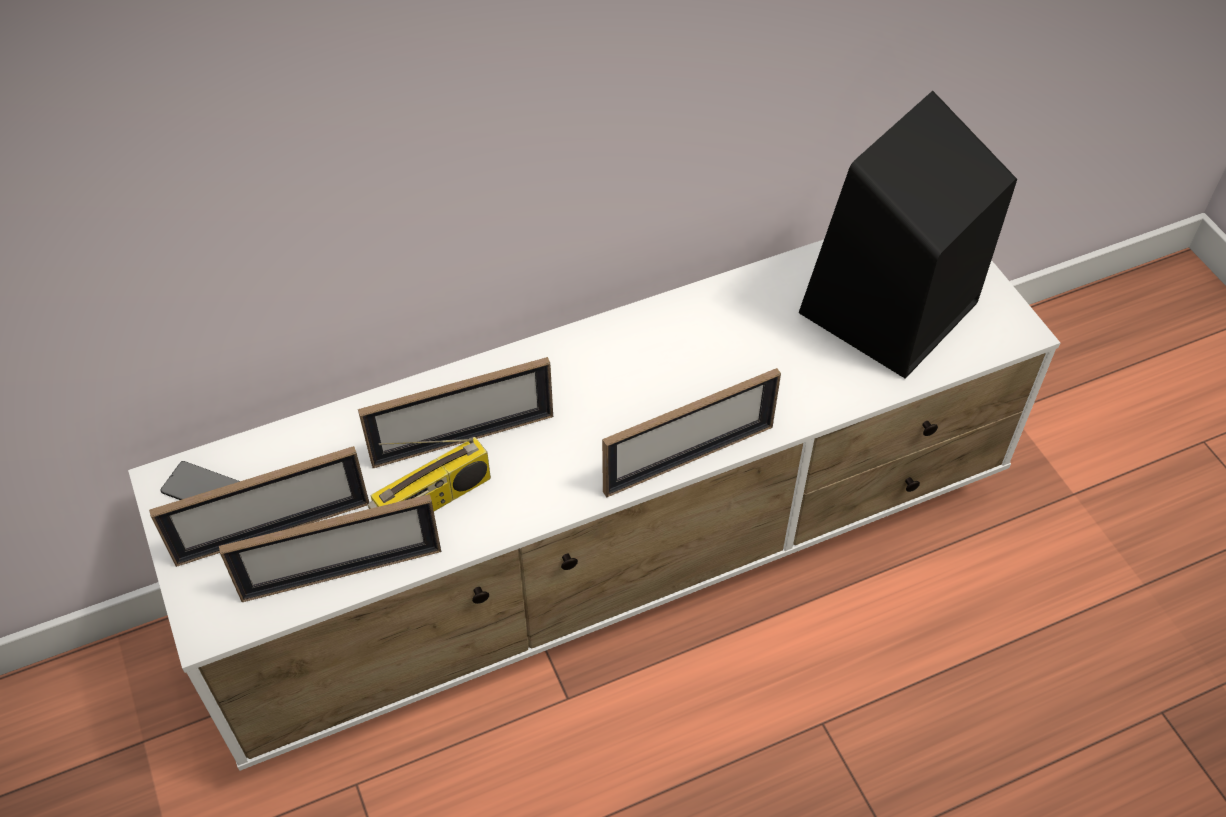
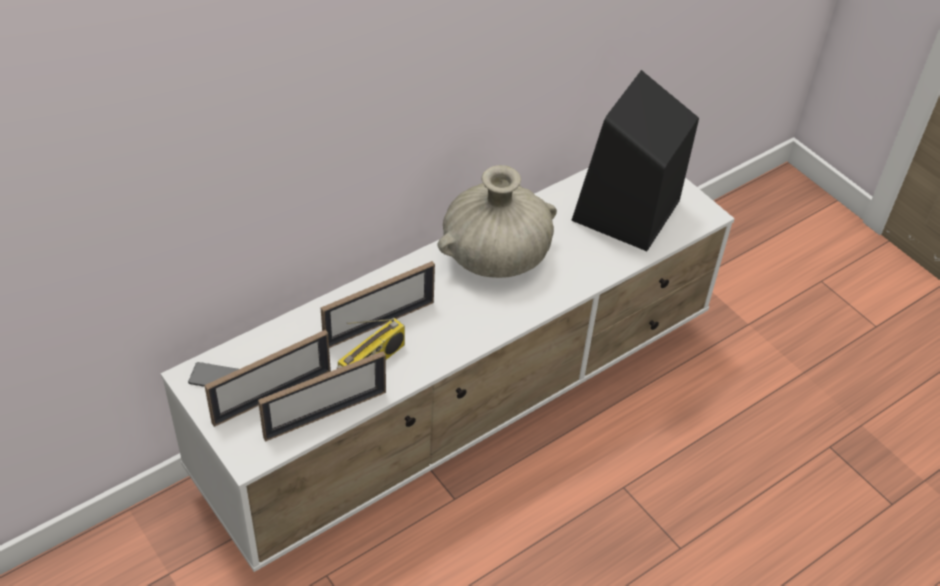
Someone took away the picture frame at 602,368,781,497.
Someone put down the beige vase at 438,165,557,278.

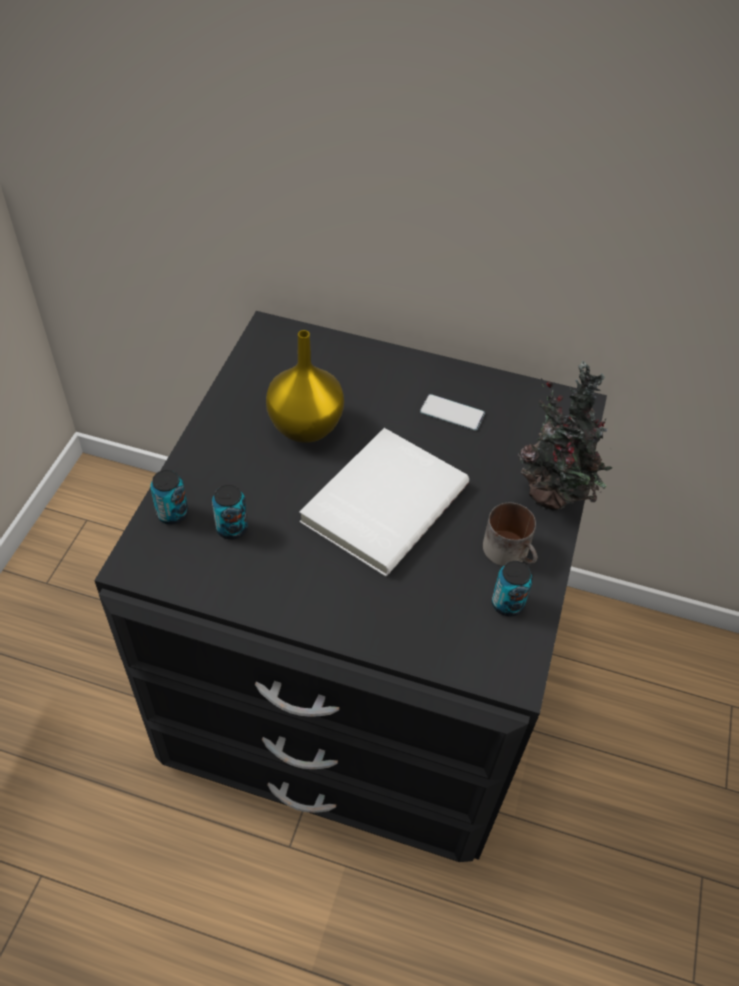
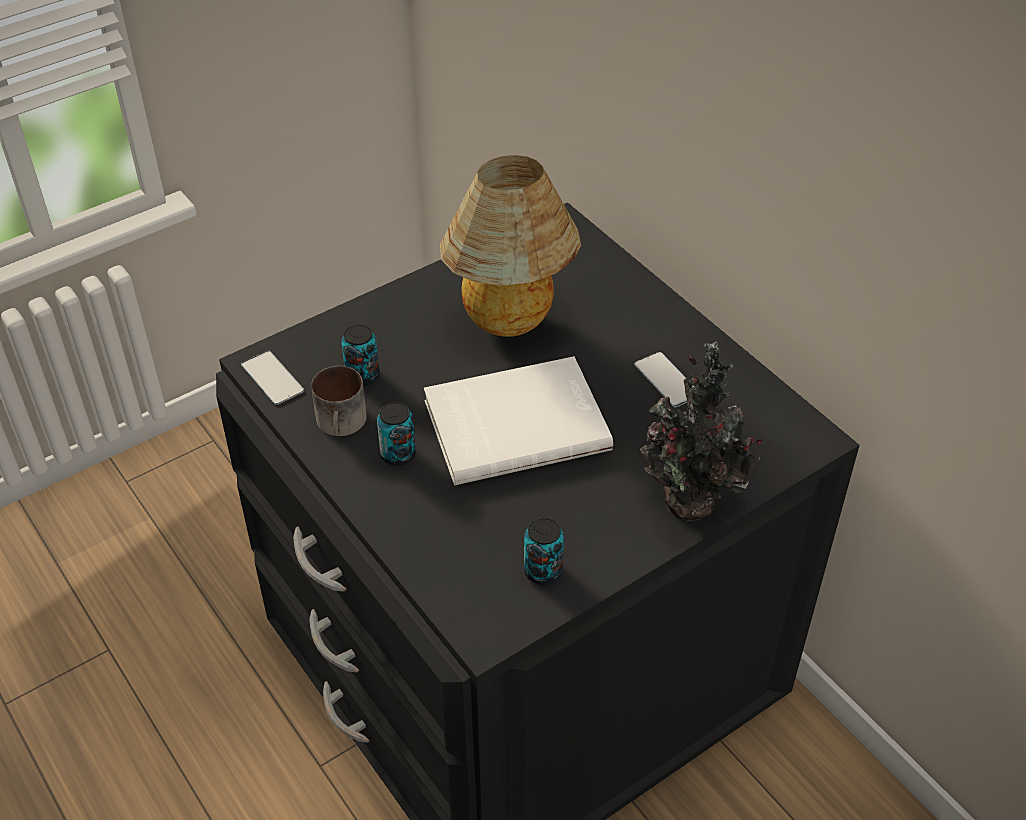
Someone swapped the yellow vase at 266,330,344,443 for the table lamp at 440,155,581,337.
Someone carried the can from 150,470,188,525 to 377,402,416,466.
Someone carried the mug from 483,503,538,566 to 311,366,367,436.
Someone put down the phone at 241,351,304,405.

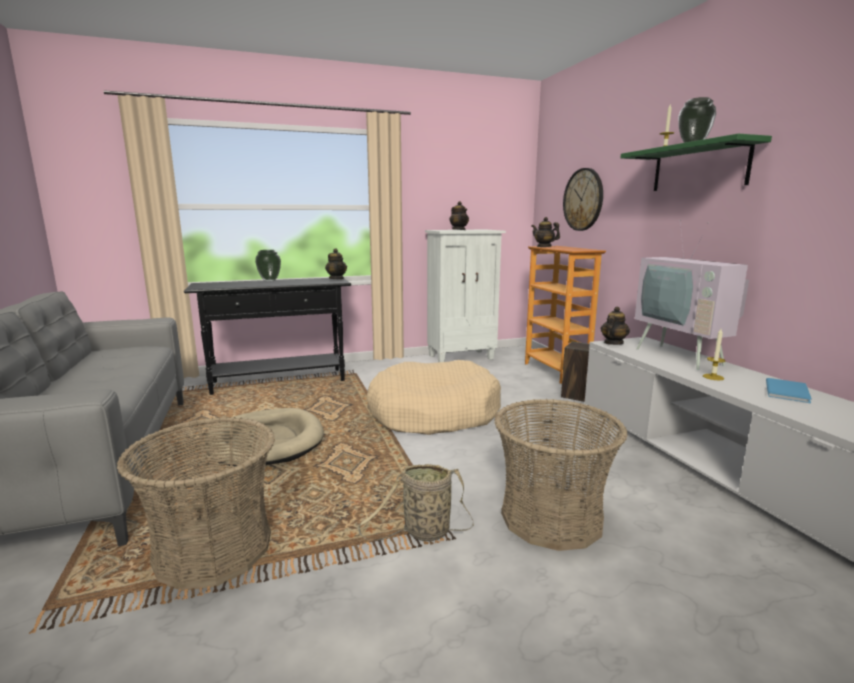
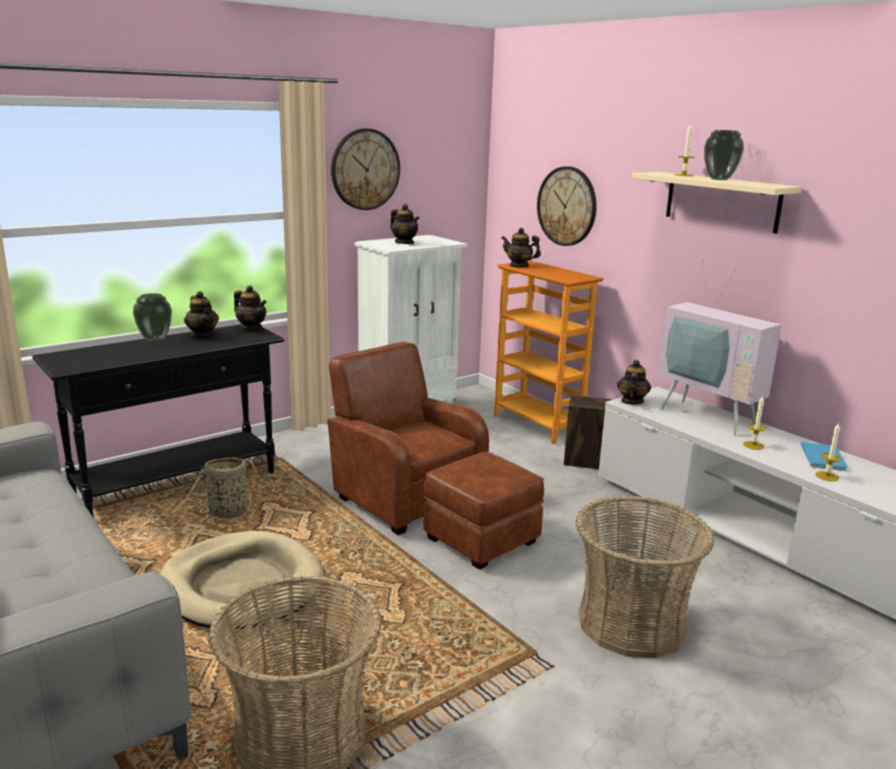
Someone repainted the green shelf at 620,134,772,191, which became the beige shelf at 632,172,802,233.
Someone swapped the beige dog bed at 367,360,501,435 for the brown armchair at 328,342,544,570.
Someone carried the basket from 357,464,474,541 to 169,457,267,524.
Someone put up the wall clock at 331,128,400,210.
Someone put down the teapot at 184,291,219,338.
Someone put down the candle at 815,422,841,481.

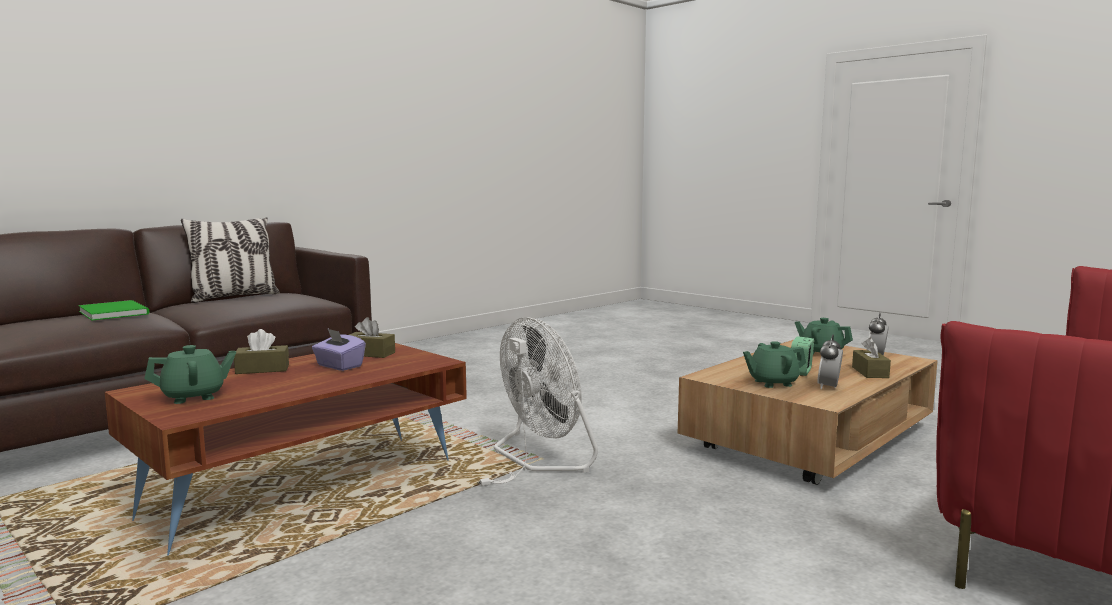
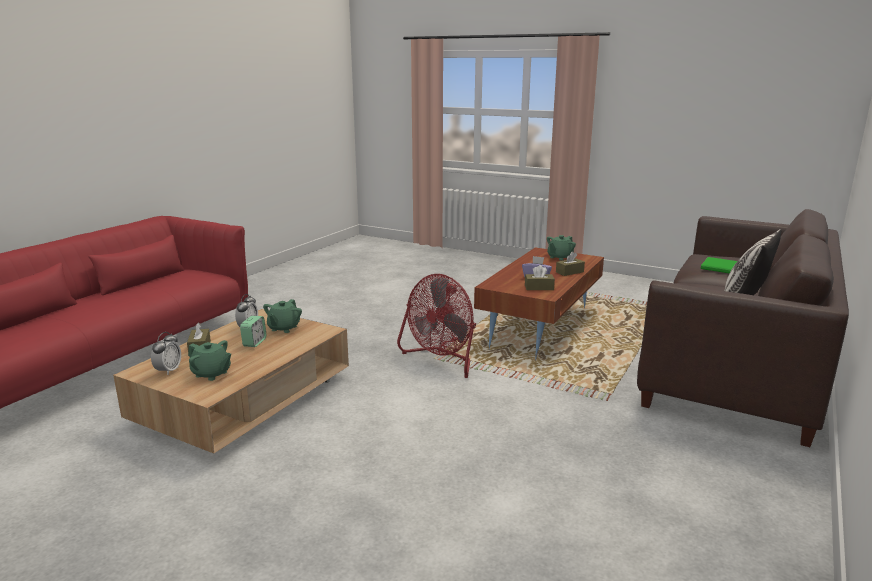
Someone repainted the white fan at 477,317,598,486, which became the red fan at 397,274,476,378.
Someone rotated the green teapot at 743,341,806,388 by 135 degrees clockwise.

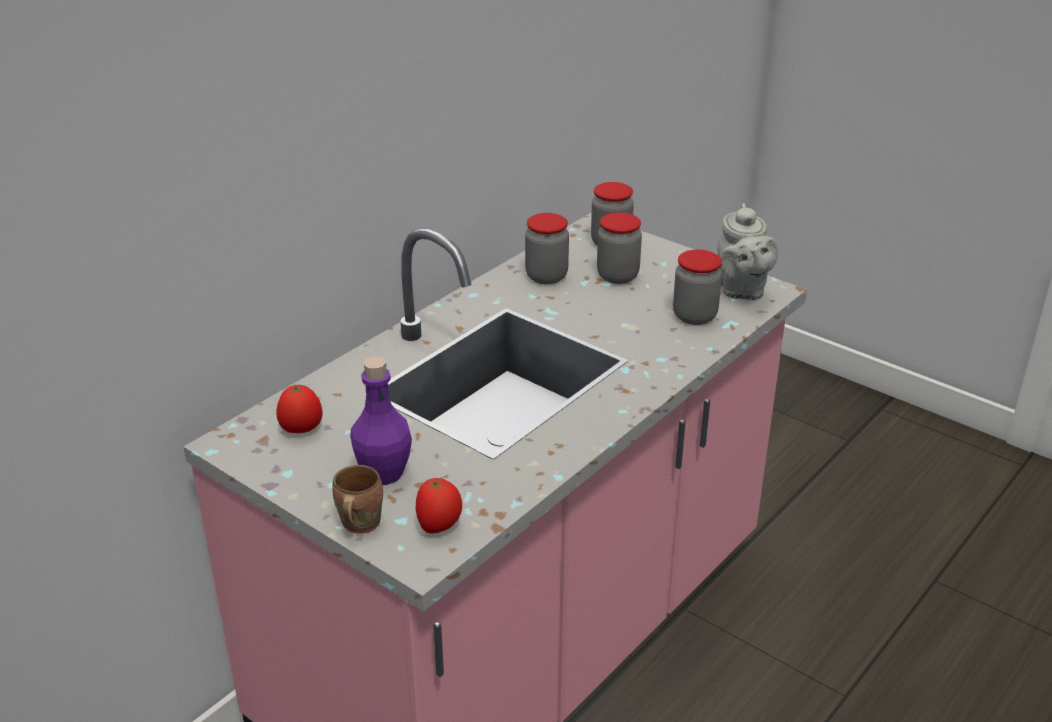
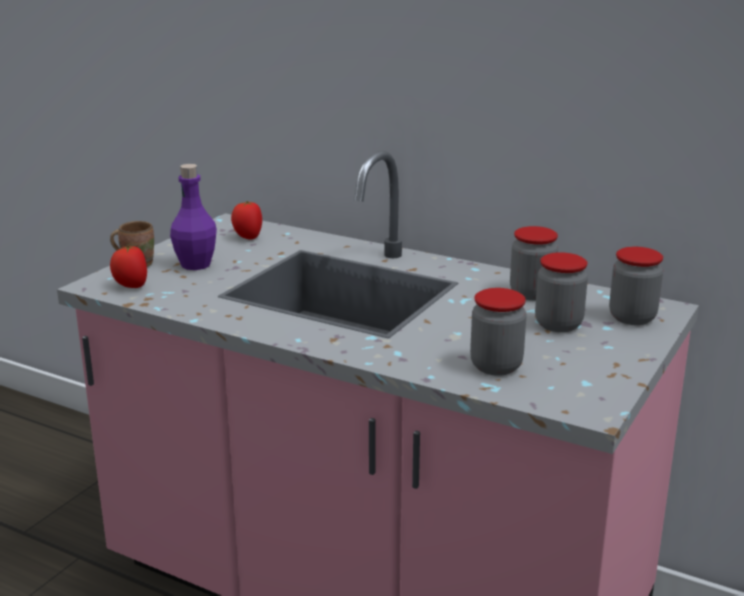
Someone took away the grey teapot at 717,203,778,300.

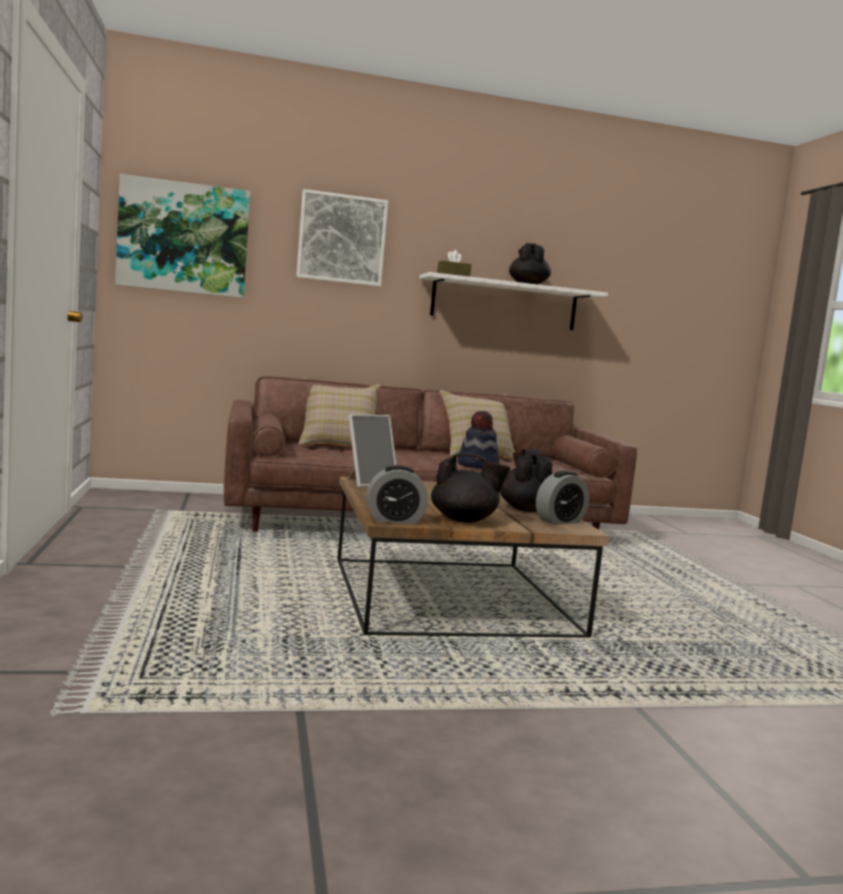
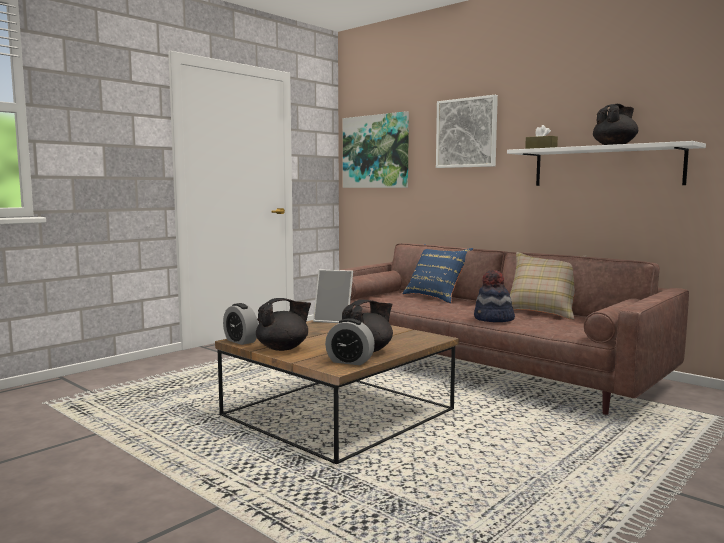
Someone repainted the beige pillow at 299,378,381,447, which became the blue pillow at 402,244,474,303.
Someone rotated the black teapot at 431,453,511,523 by 90 degrees counterclockwise.

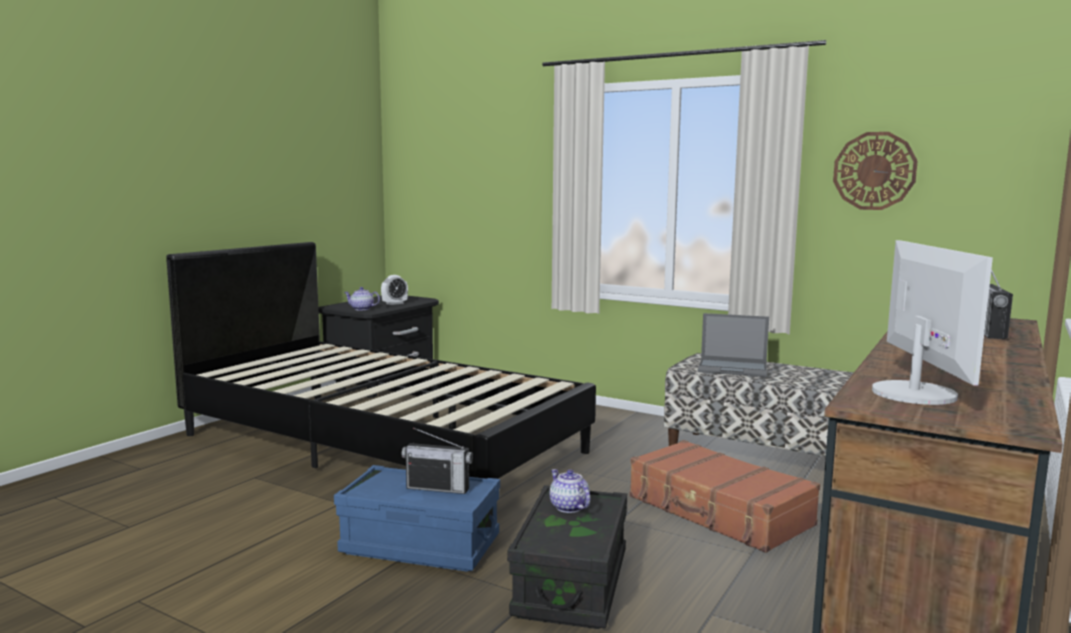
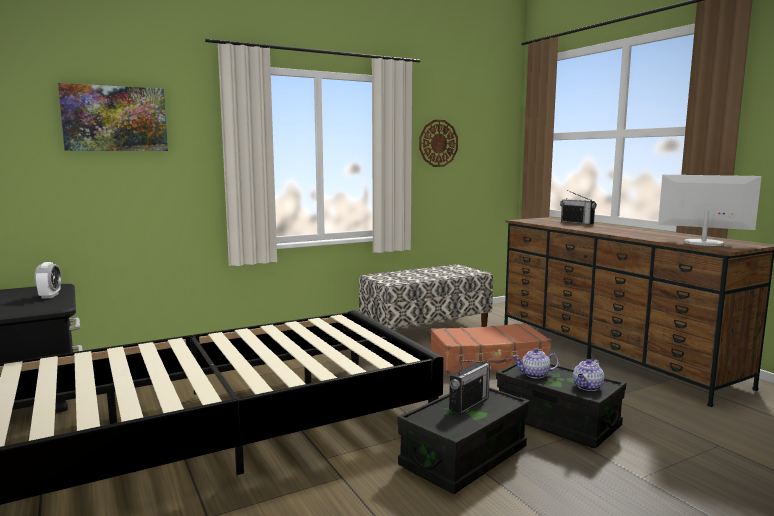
Someone carried the teapot from 344,287,380,310 to 573,359,604,391.
Someone took away the laptop at 698,313,769,377.
Someone repainted the blue storage box at 334,465,500,571, which became the black storage box at 397,387,530,494.
Someone put up the picture at 58,83,168,151.

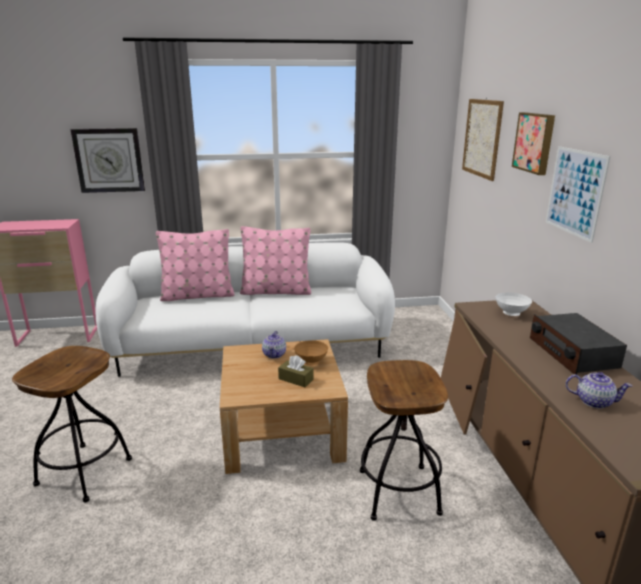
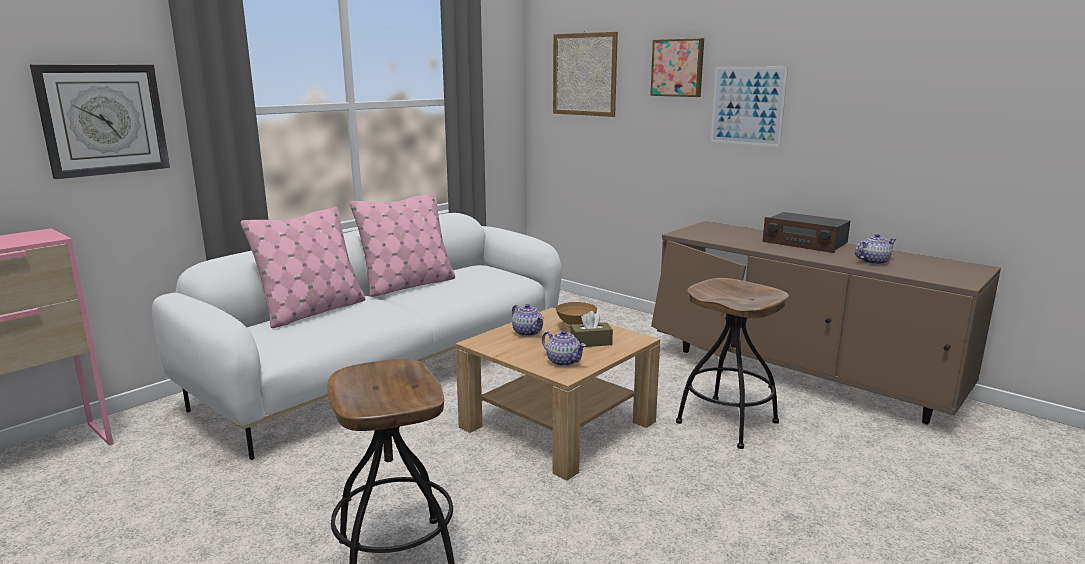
Someone took away the white bowl at 496,292,532,316.
Someone put down the teapot at 542,330,586,366.

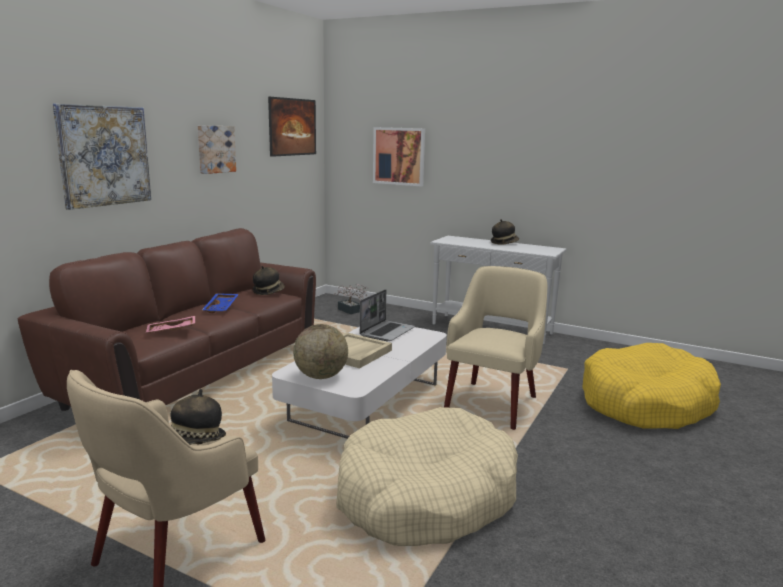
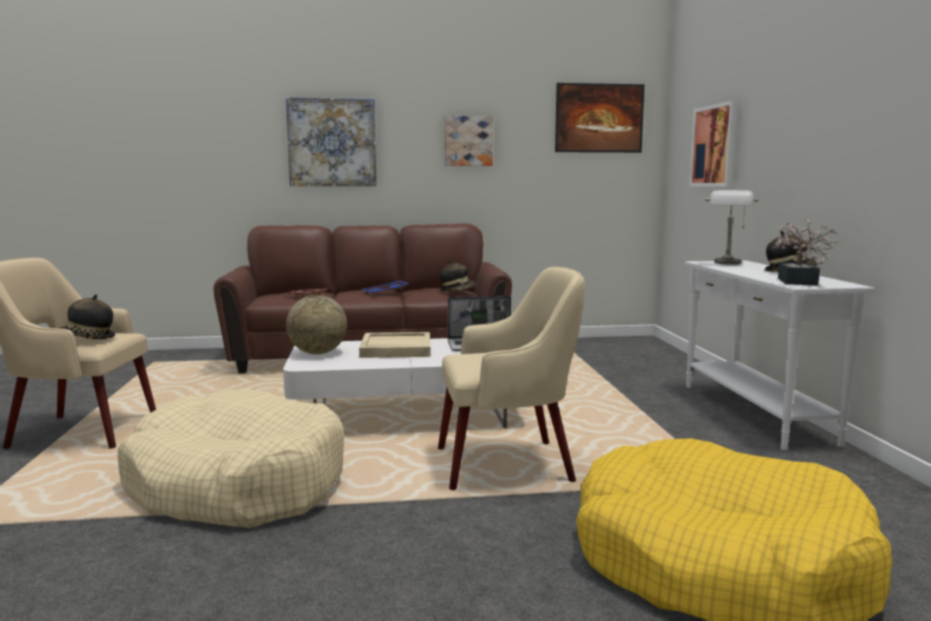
Someone carried the potted plant from 334,283,369,314 to 773,219,838,285.
Someone put down the grey table lamp at 705,190,758,265.

